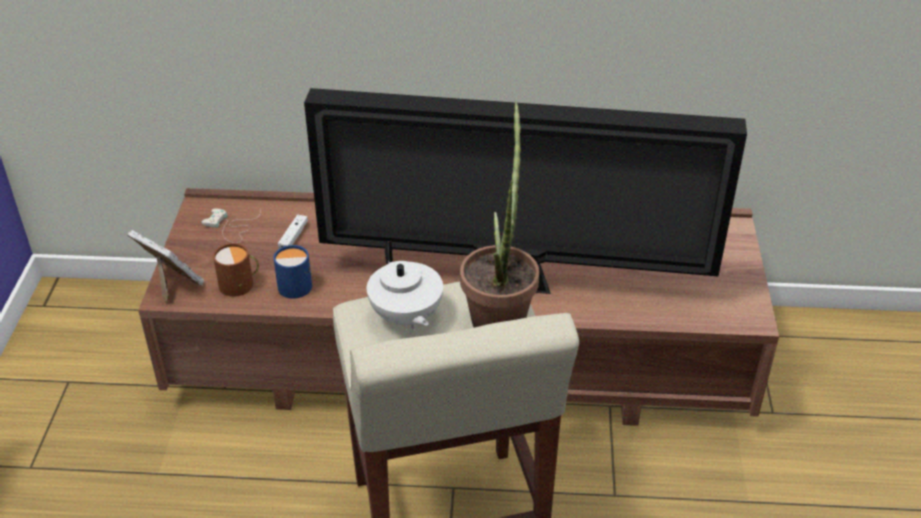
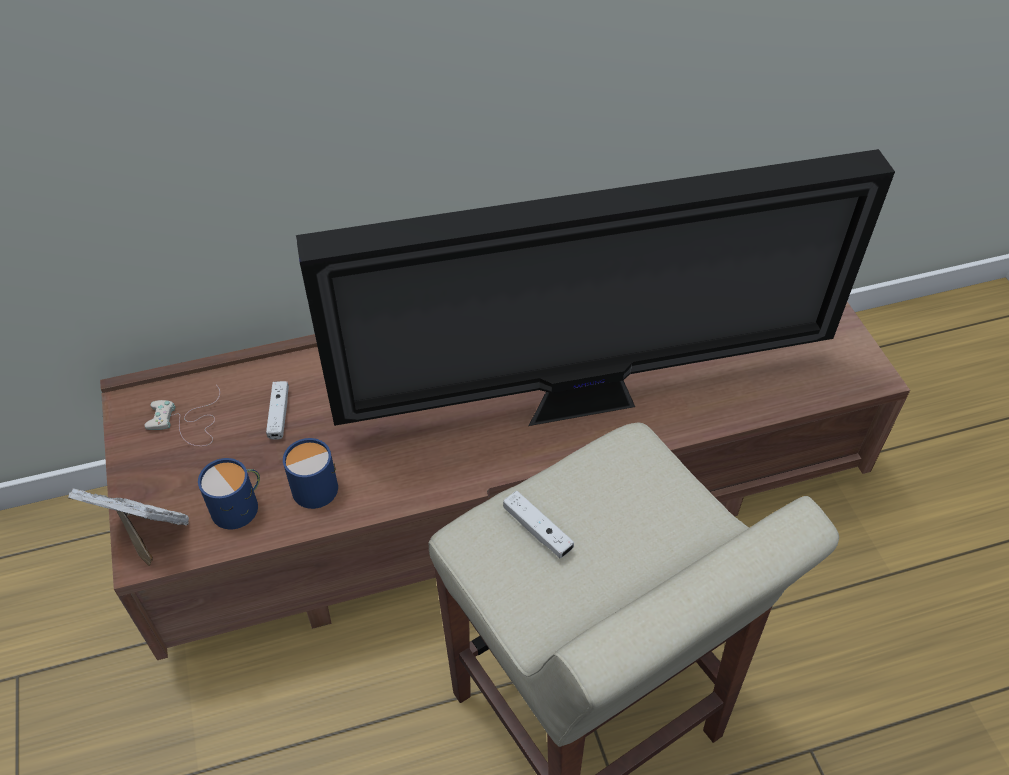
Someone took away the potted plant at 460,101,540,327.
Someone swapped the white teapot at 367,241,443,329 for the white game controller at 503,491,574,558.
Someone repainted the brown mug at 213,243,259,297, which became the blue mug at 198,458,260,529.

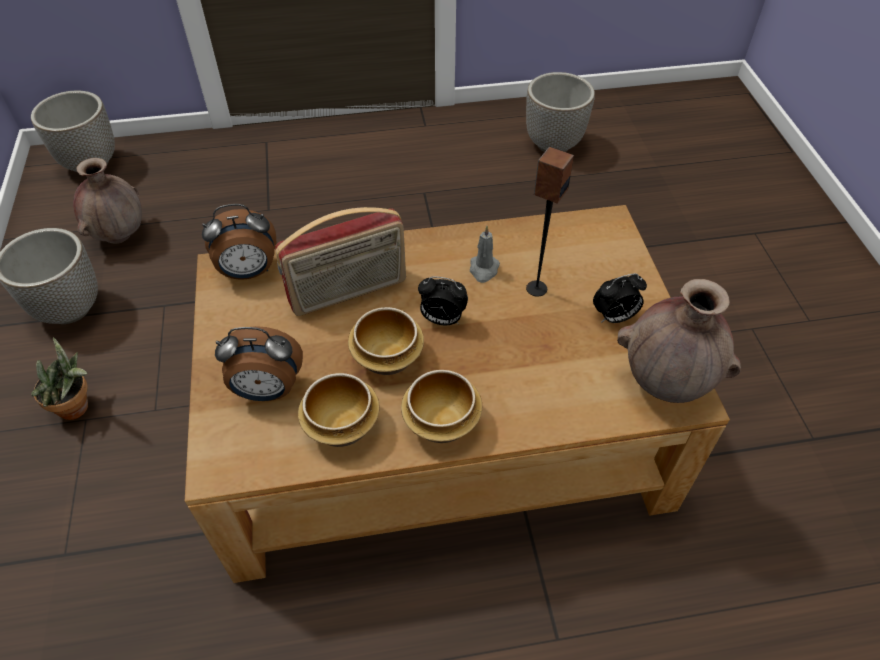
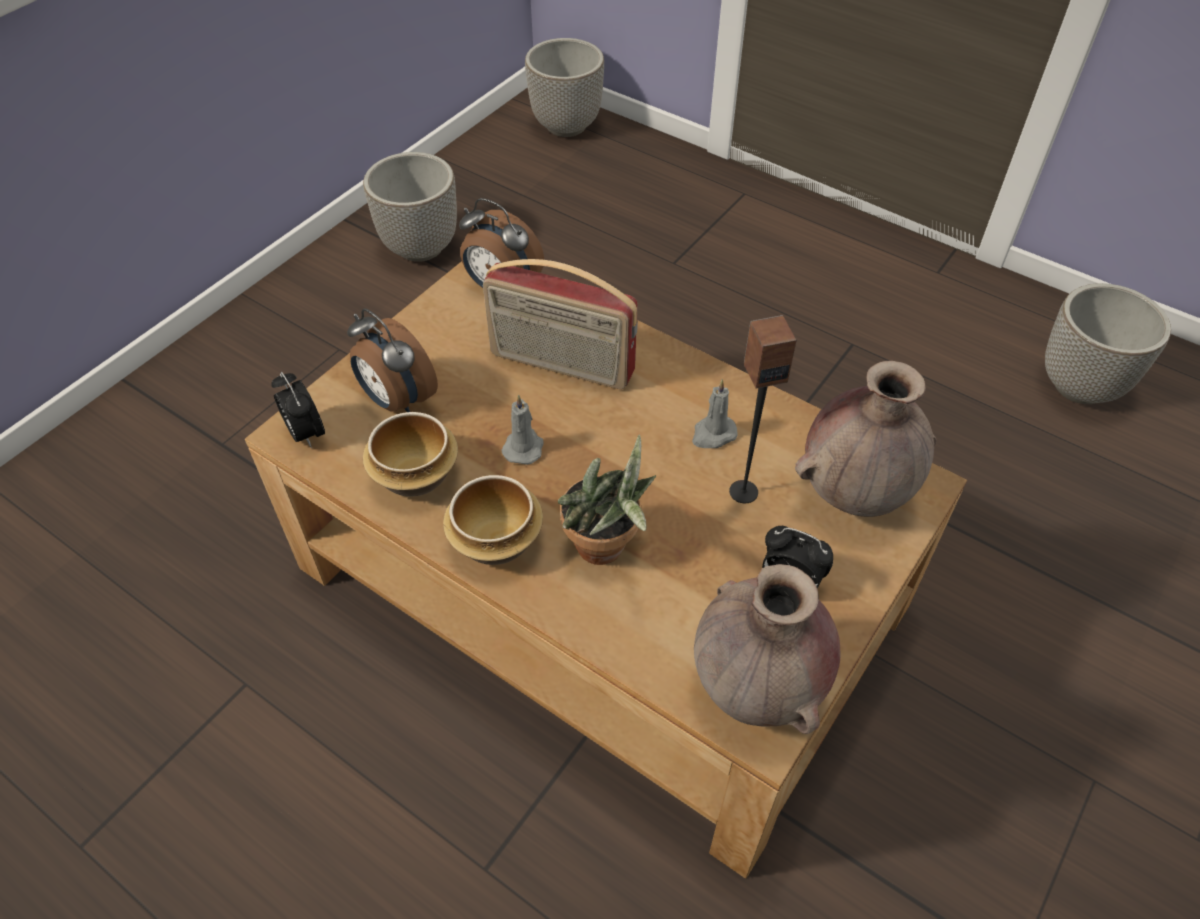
Someone carried the brown vase from 73,158,142,244 to 795,360,937,517.
Someone carried the alarm clock from 418,276,468,325 to 271,372,325,448.
Someone swapped the bowl at 348,307,424,375 for the grey candle at 501,395,544,465.
Someone carried the potted plant from 31,337,88,420 to 557,435,656,565.

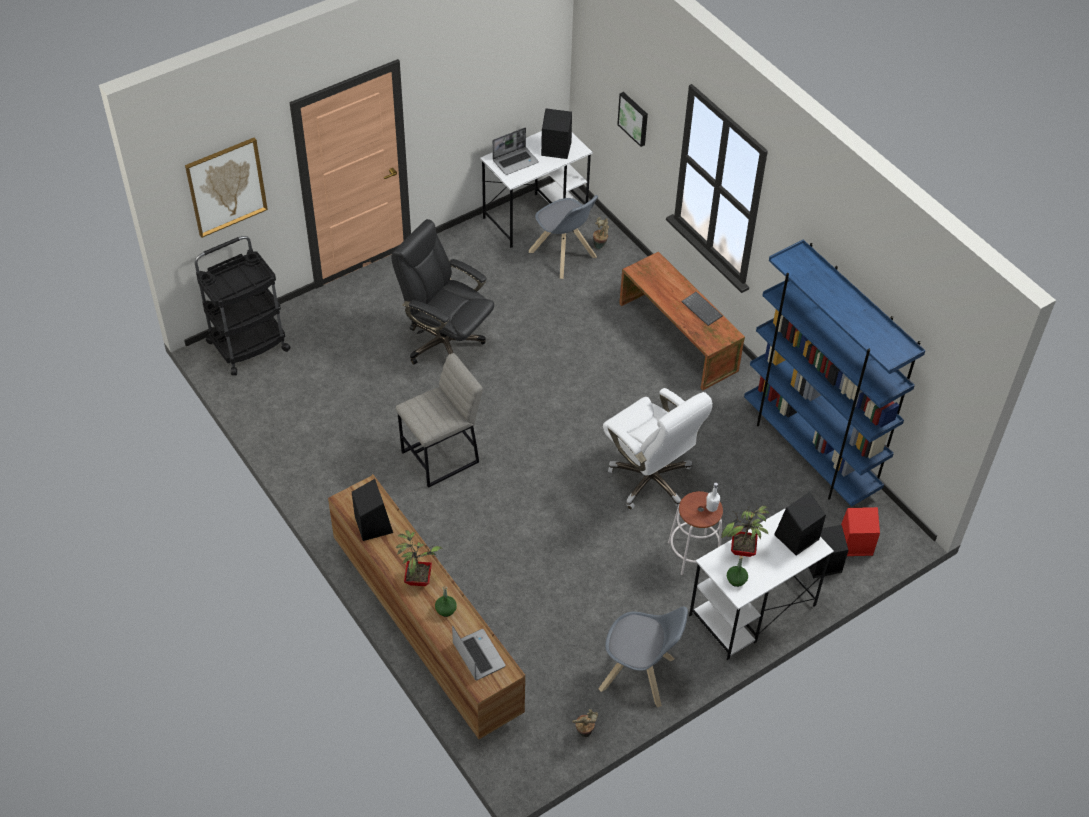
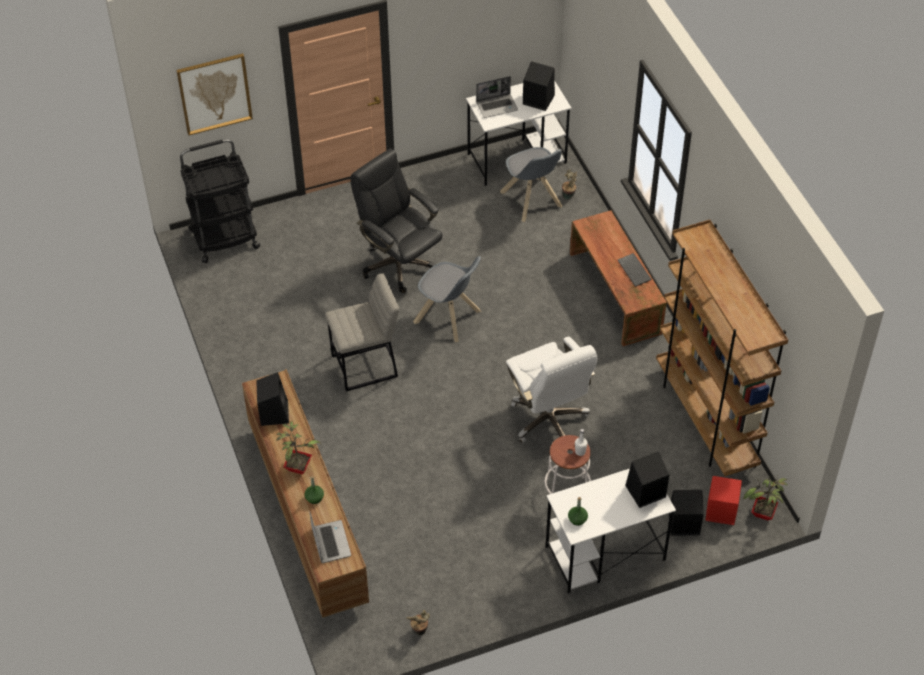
Someone took away the picture at 617,92,648,147.
Someone repainted the blue bookcase at 744,240,926,507, which became the brown bookcase at 656,220,788,476.
Someone carried the potted plant from 721,505,769,557 to 743,476,788,520.
Someone carried the grey chair from 598,607,688,708 to 413,256,481,342.

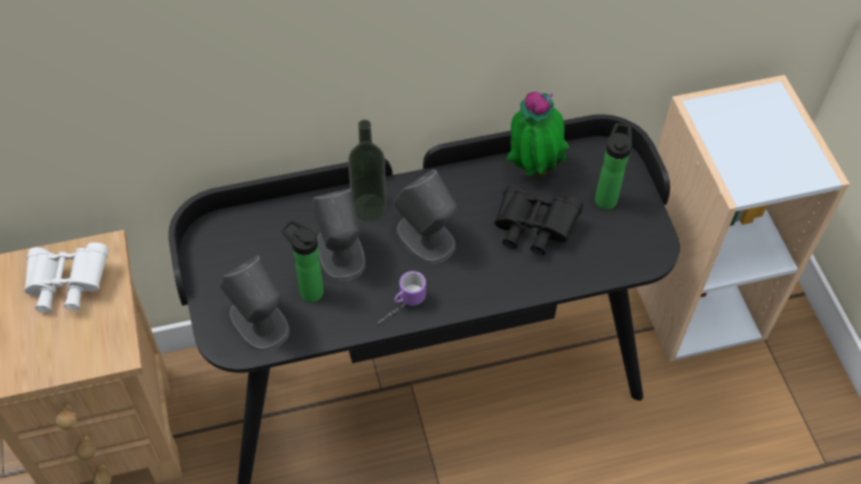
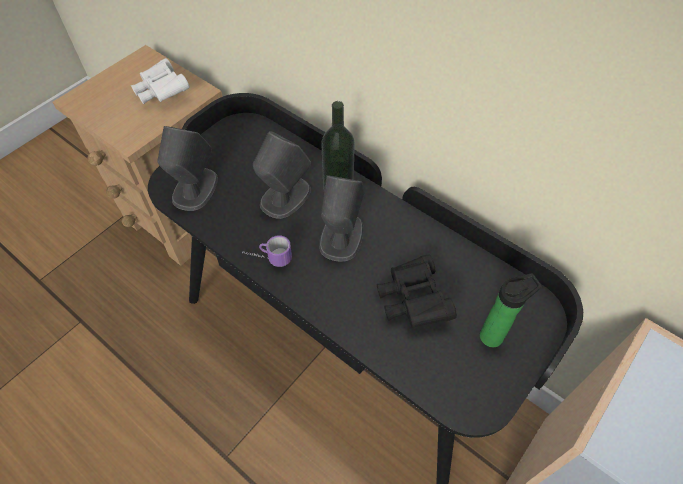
Someone took away the potted plant at 506,92,569,177.
Someone took away the bottle at 281,219,324,303.

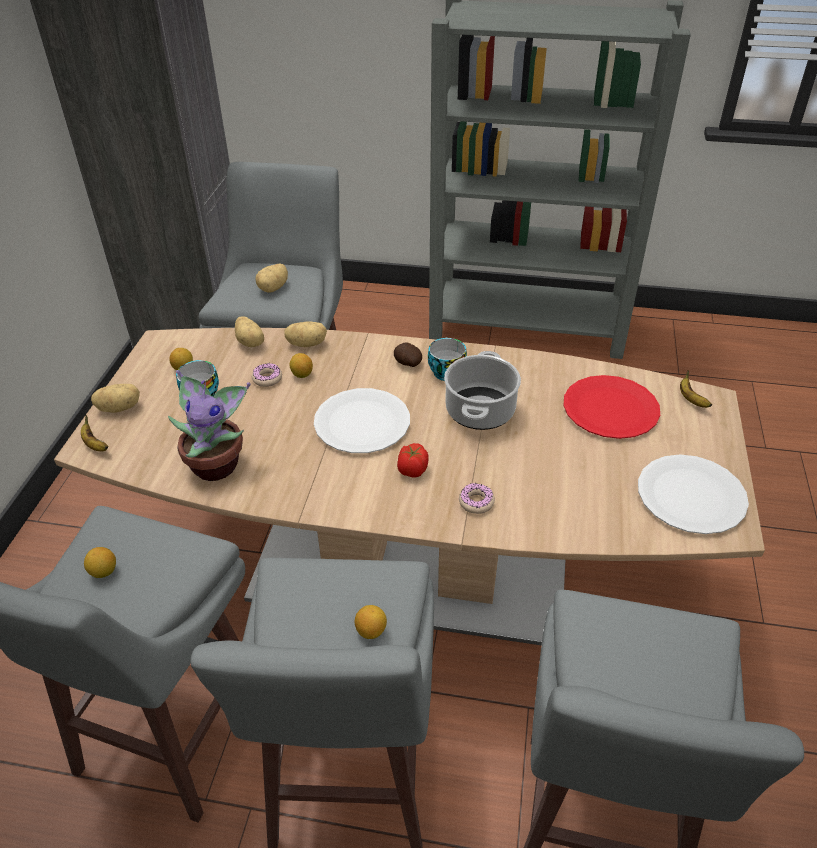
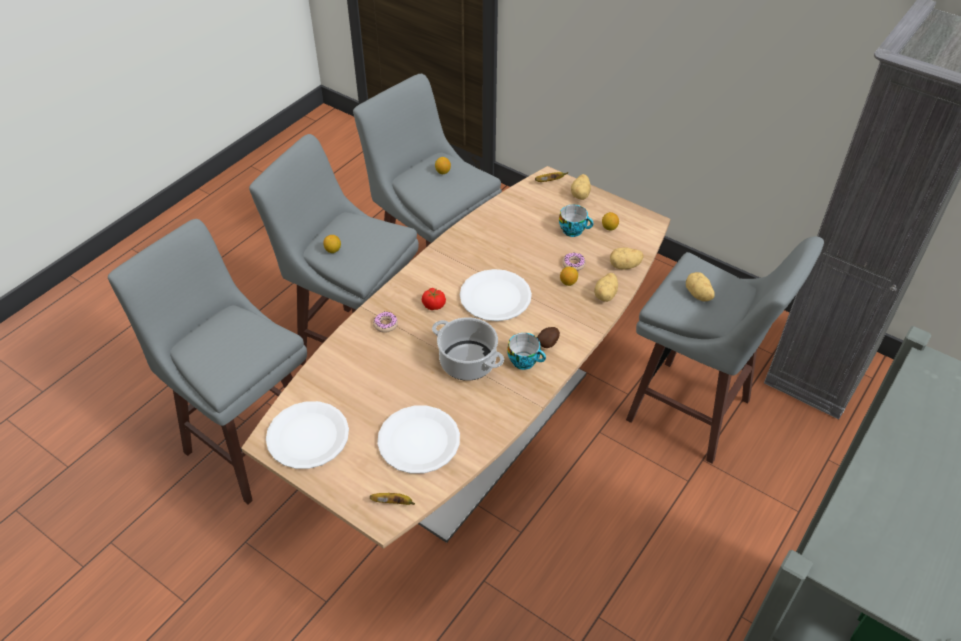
Someone took away the potted plant at 168,370,250,481.
Someone repainted the red plate at 563,375,660,439, which became the white plate at 377,406,460,474.

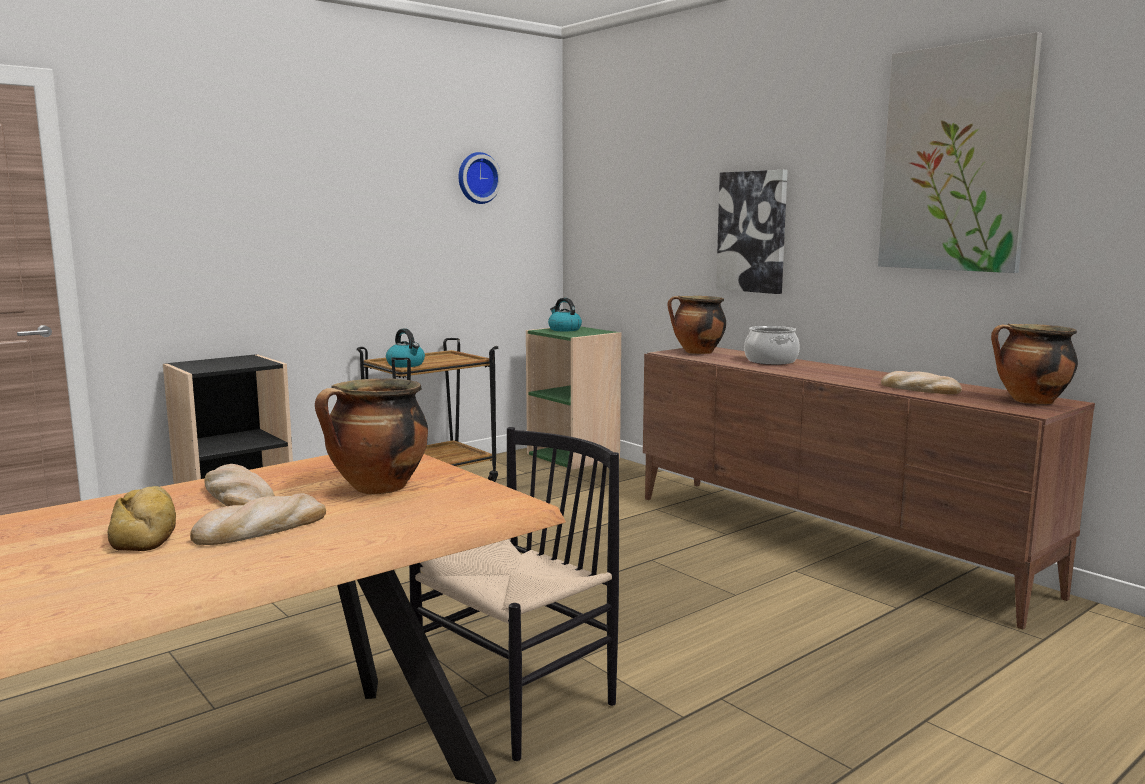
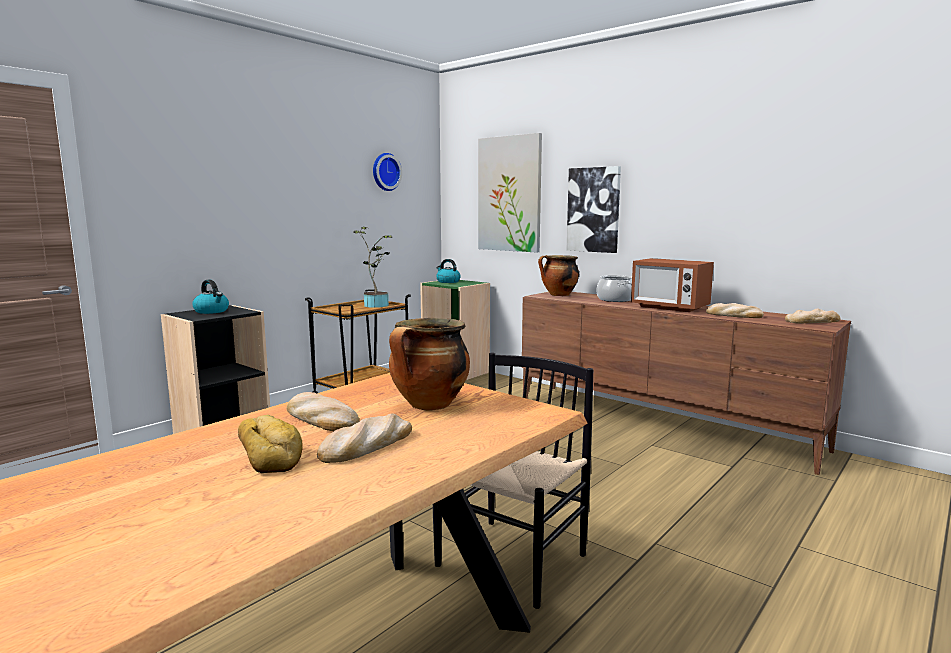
Someone carried the picture from 878,32,1042,273 to 478,133,542,252.
Someone swapped the cooking pot at 991,323,1078,404 for the bread at 785,308,840,324.
Someone carried the kettle from 386,328,425,367 to 192,280,229,314.
Someone put down the potted plant at 353,227,394,308.
Someone put down the microwave at 631,258,714,312.

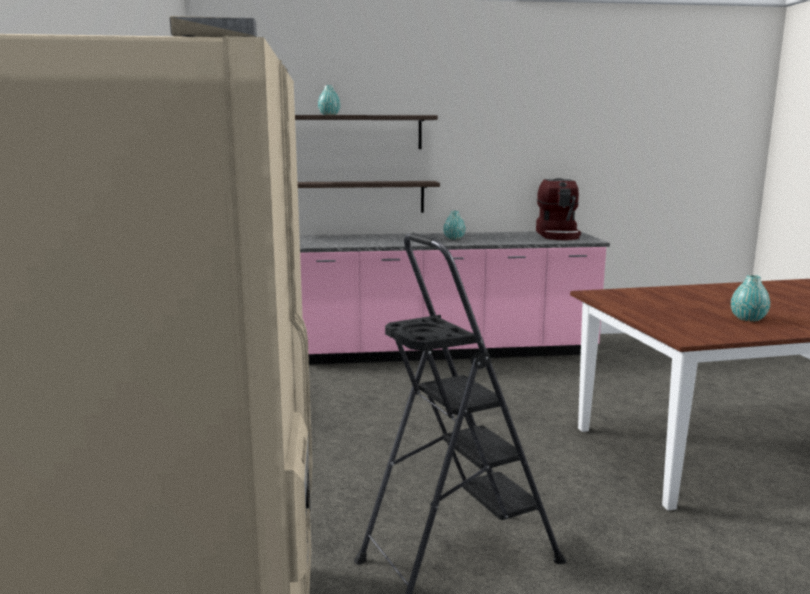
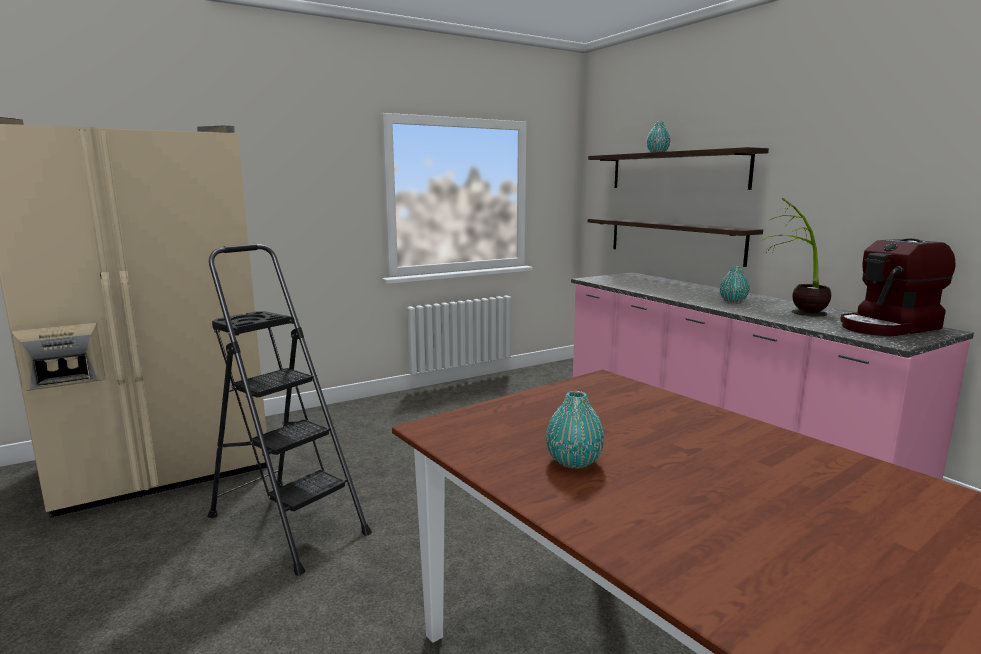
Someone put down the potted plant at 762,198,831,317.

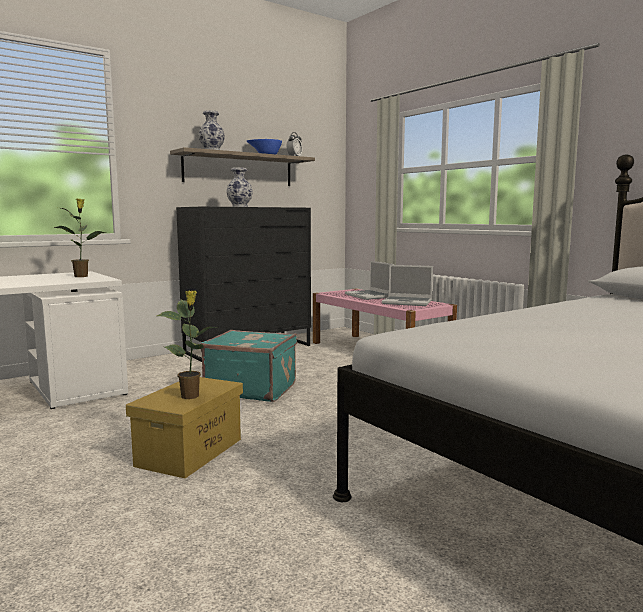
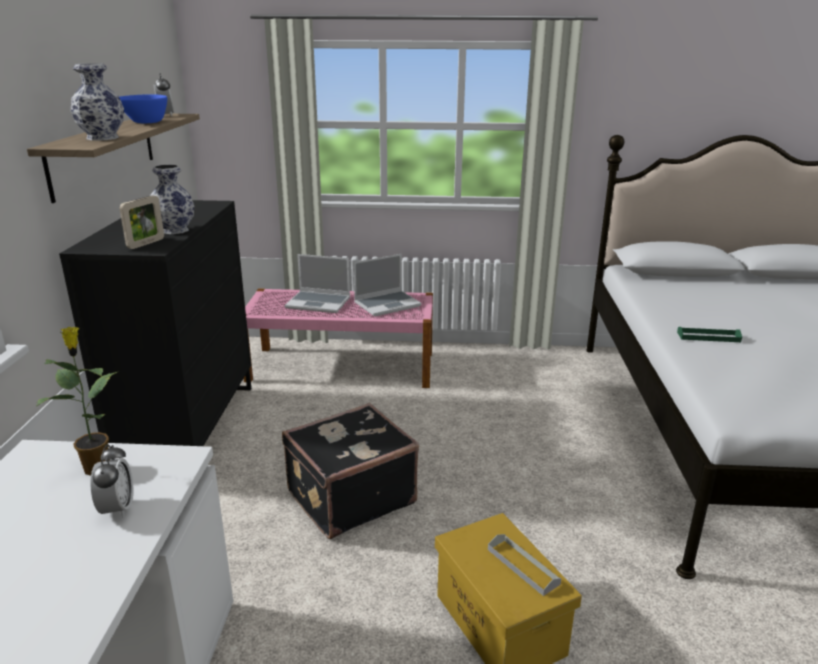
Someone swapped the potted plant at 157,290,218,399 for the grey tray at 488,534,561,596.
Someone repainted the turquoise suitcase at 201,330,297,402, which became the black suitcase at 282,403,419,539.
Someone put down the picture frame at 119,195,164,249.
Someone put down the green tray at 677,327,742,342.
Someone put down the alarm clock at 90,444,133,518.

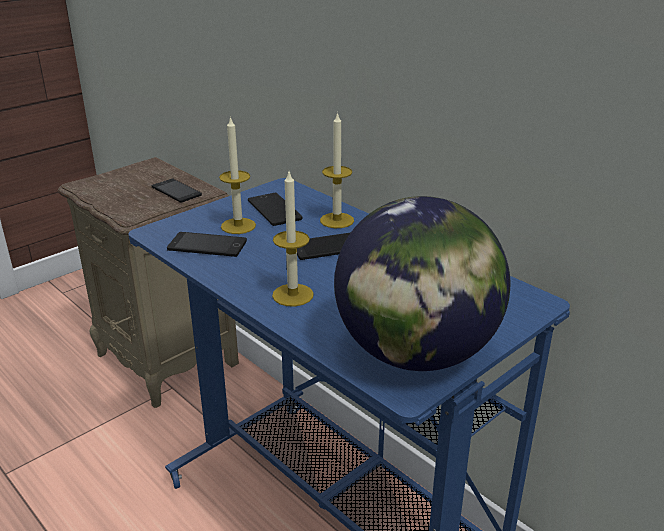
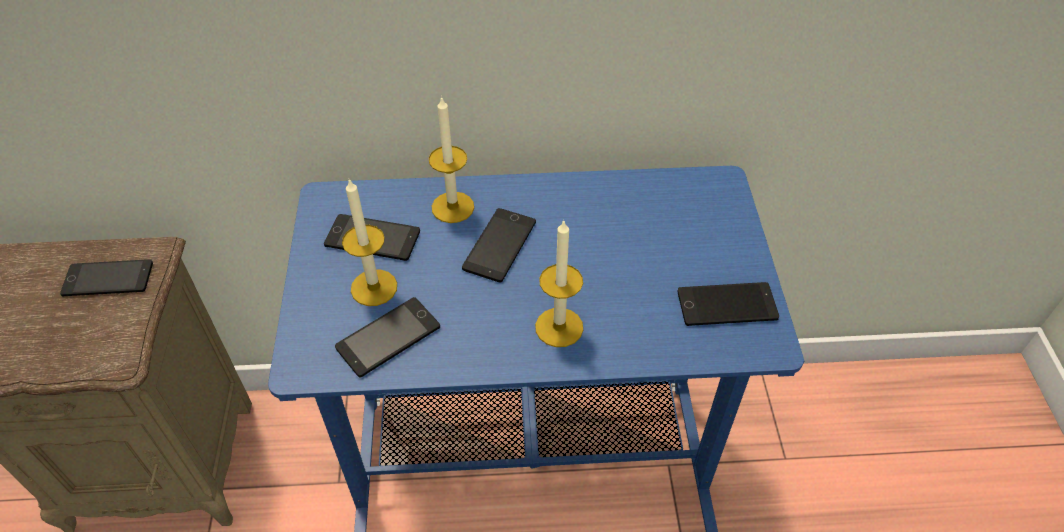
Someone swapped the globe at 334,196,510,371 for the phone at 678,282,779,326.

